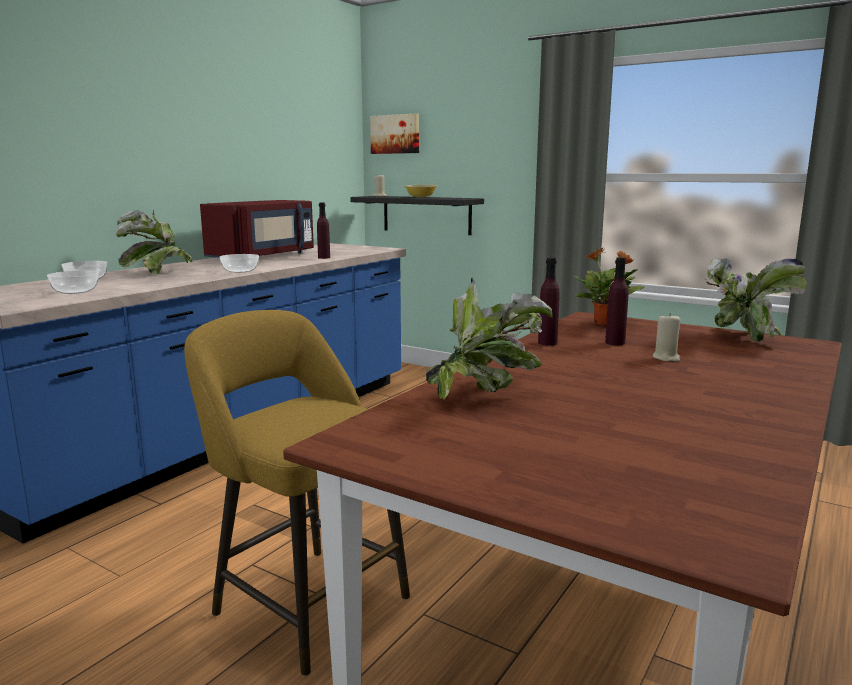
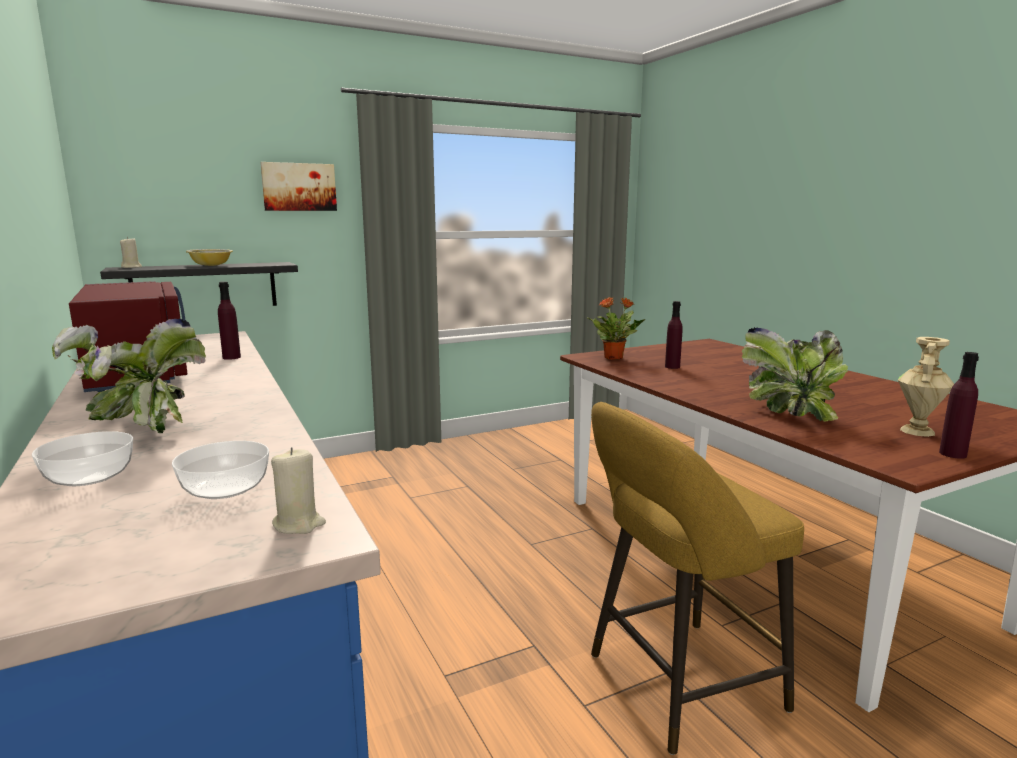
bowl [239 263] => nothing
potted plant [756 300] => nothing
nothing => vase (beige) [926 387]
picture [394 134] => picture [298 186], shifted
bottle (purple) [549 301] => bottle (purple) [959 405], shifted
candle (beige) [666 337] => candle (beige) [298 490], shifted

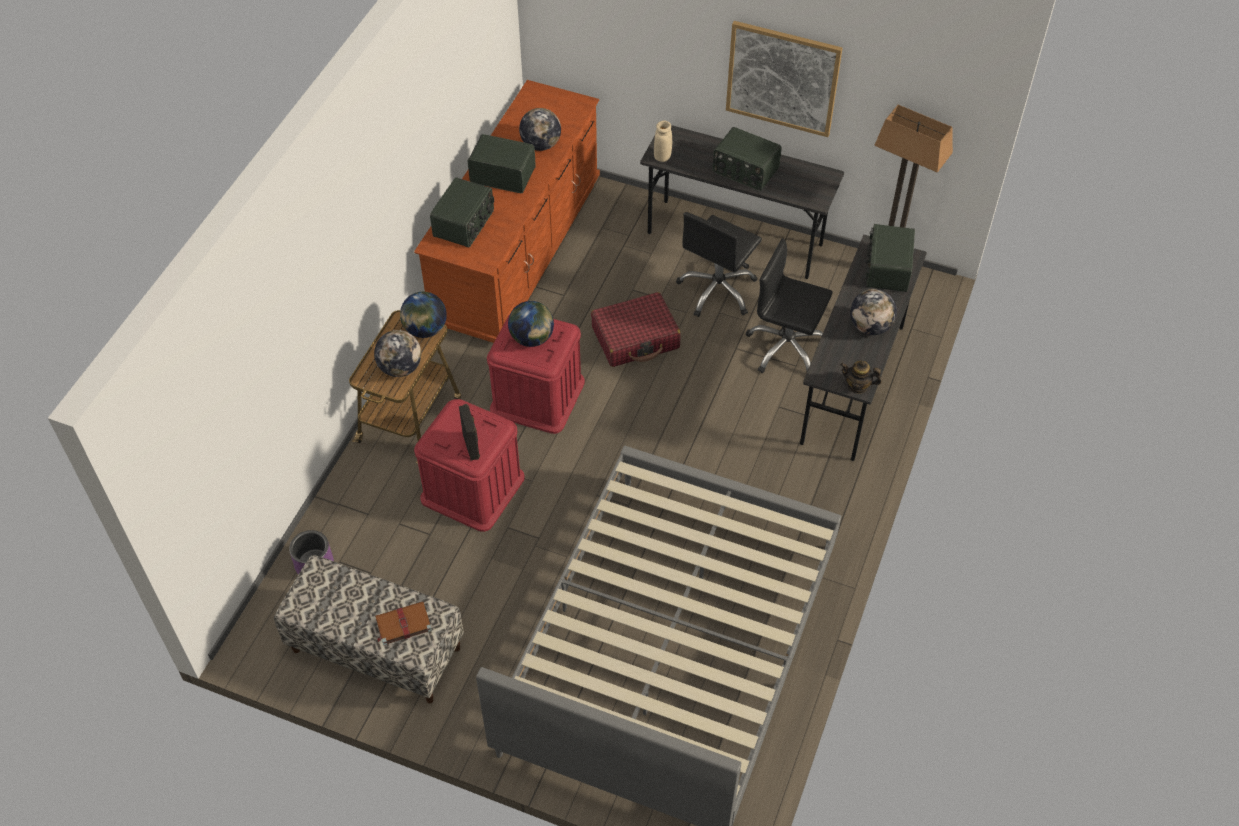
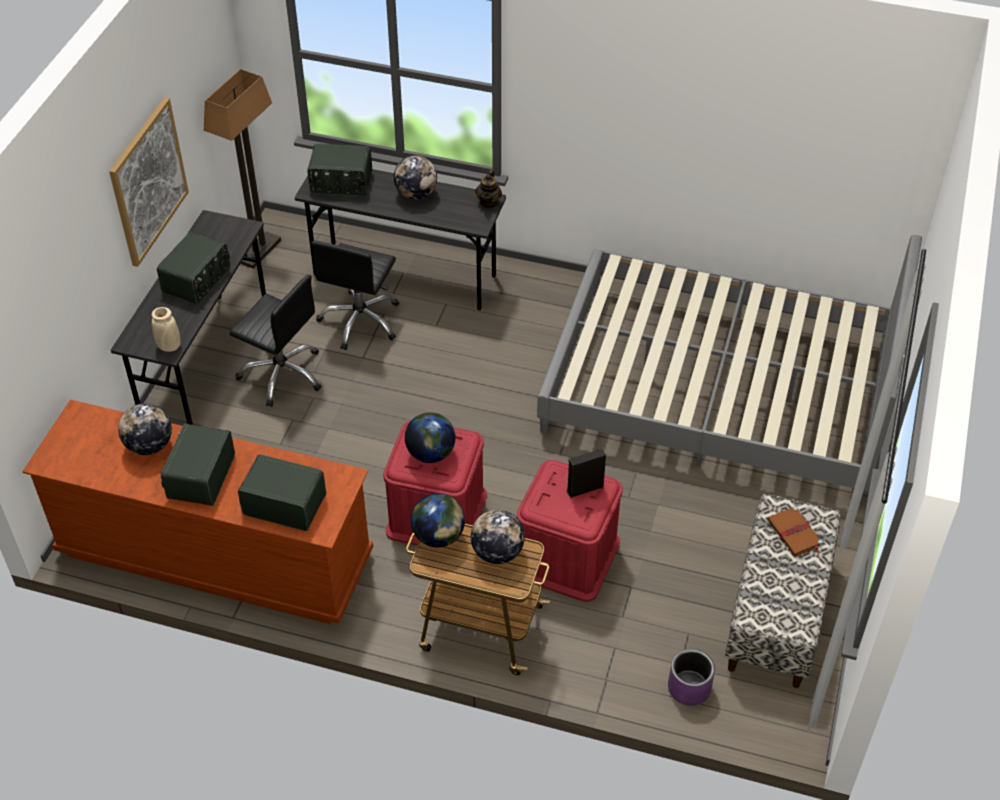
suitcase (red) [636 329] => nothing

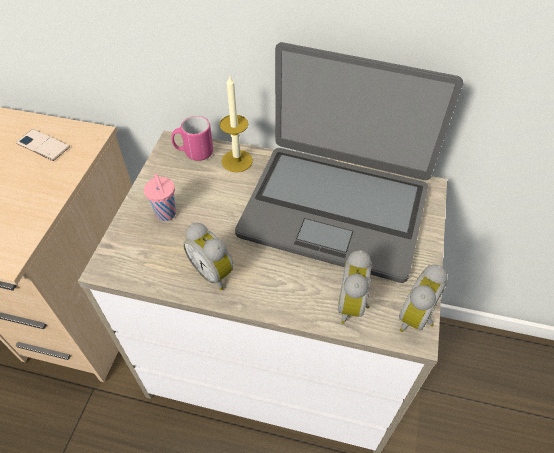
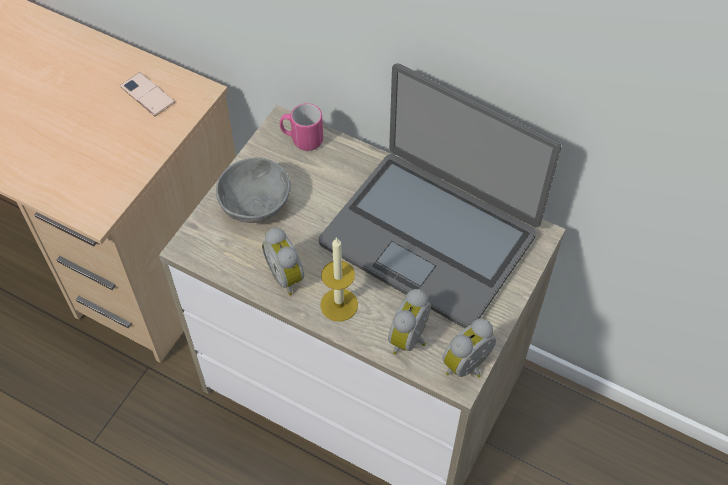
candle [236 123] => candle [339 279], shifted
cup (pink) [160 197] => bowl (grey) [253 190]

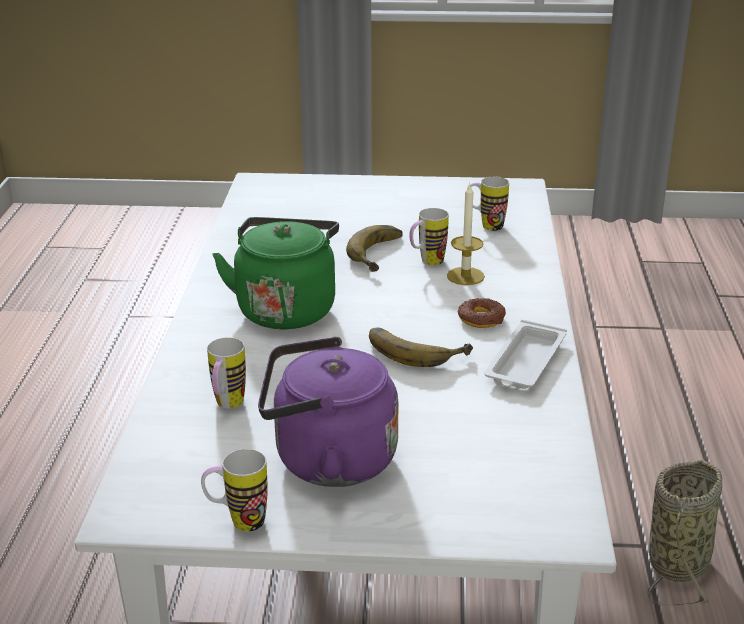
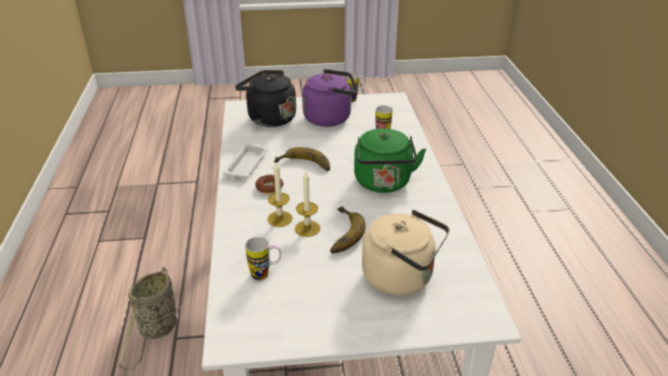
nothing => kettle (black) [265 98]
nothing => kettle (beige) [406 253]
mug [429 236] => candle [307 204]

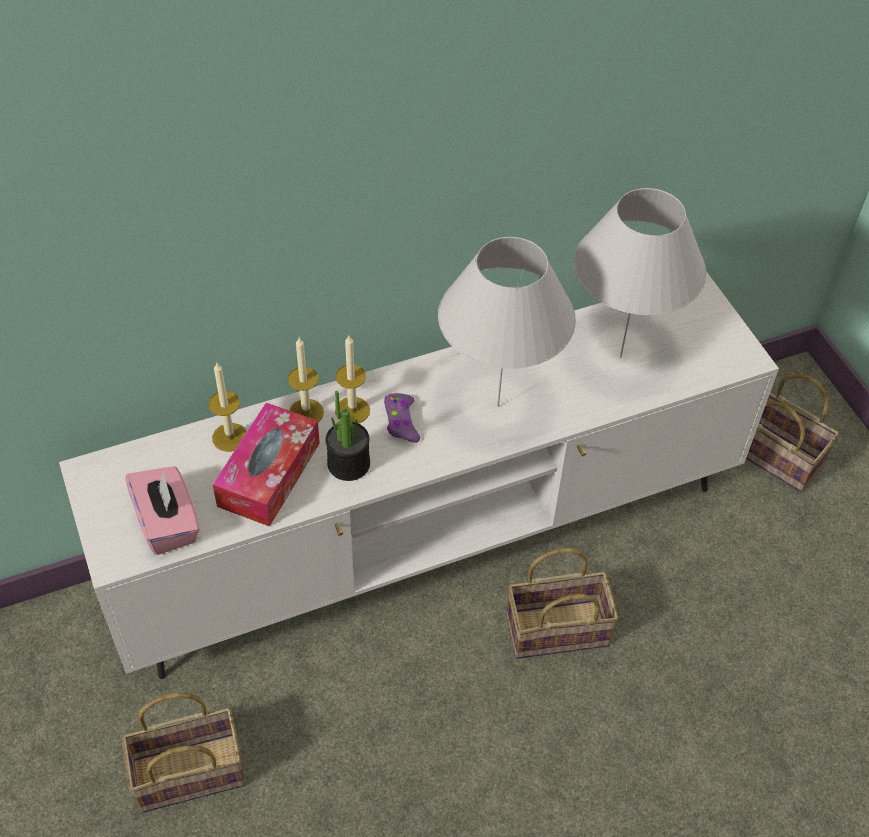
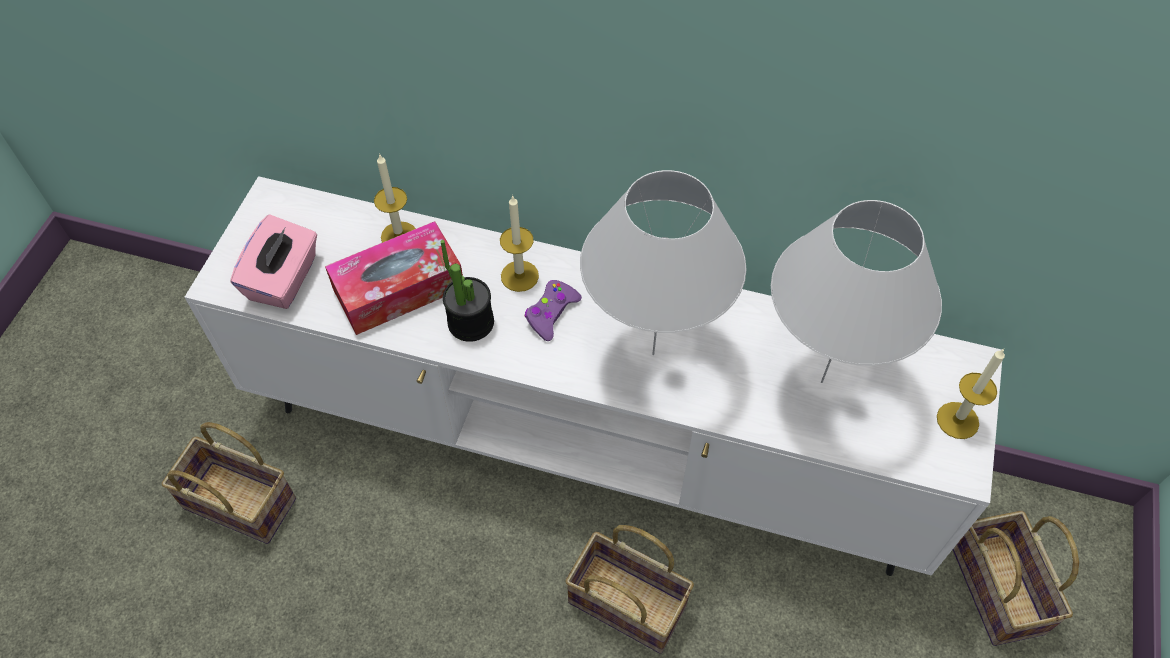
candle [306 380] => candle [971 394], shifted

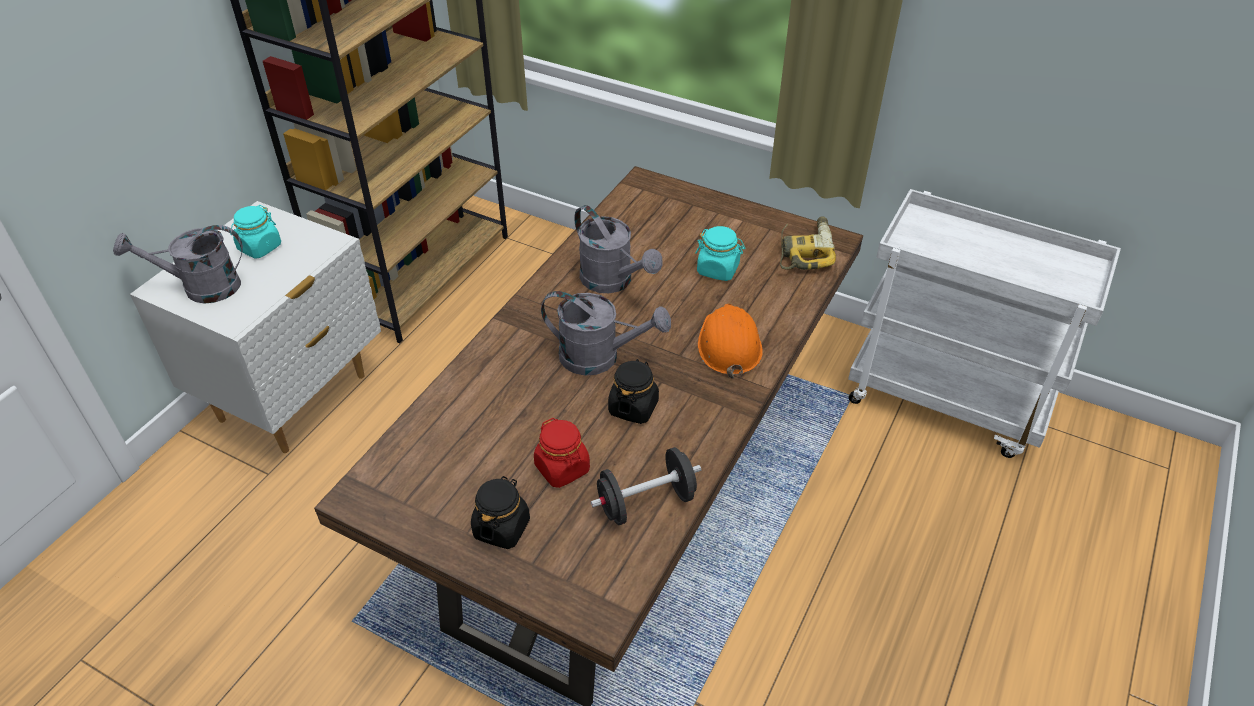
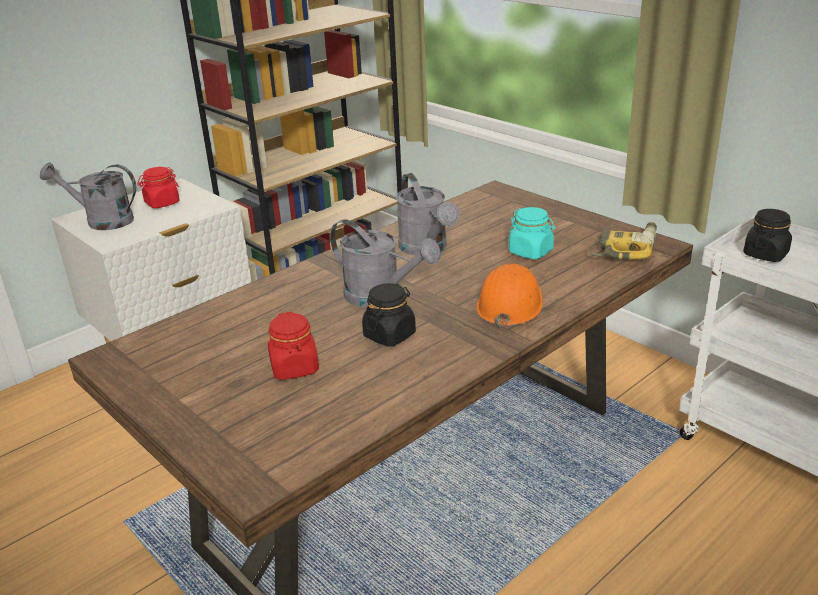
dumbbell (black) [646 486] => nothing
jar (black) [500 512] => jar (black) [767 235], shifted
jar (turquoise) [256 232] => jar (red) [158 187]

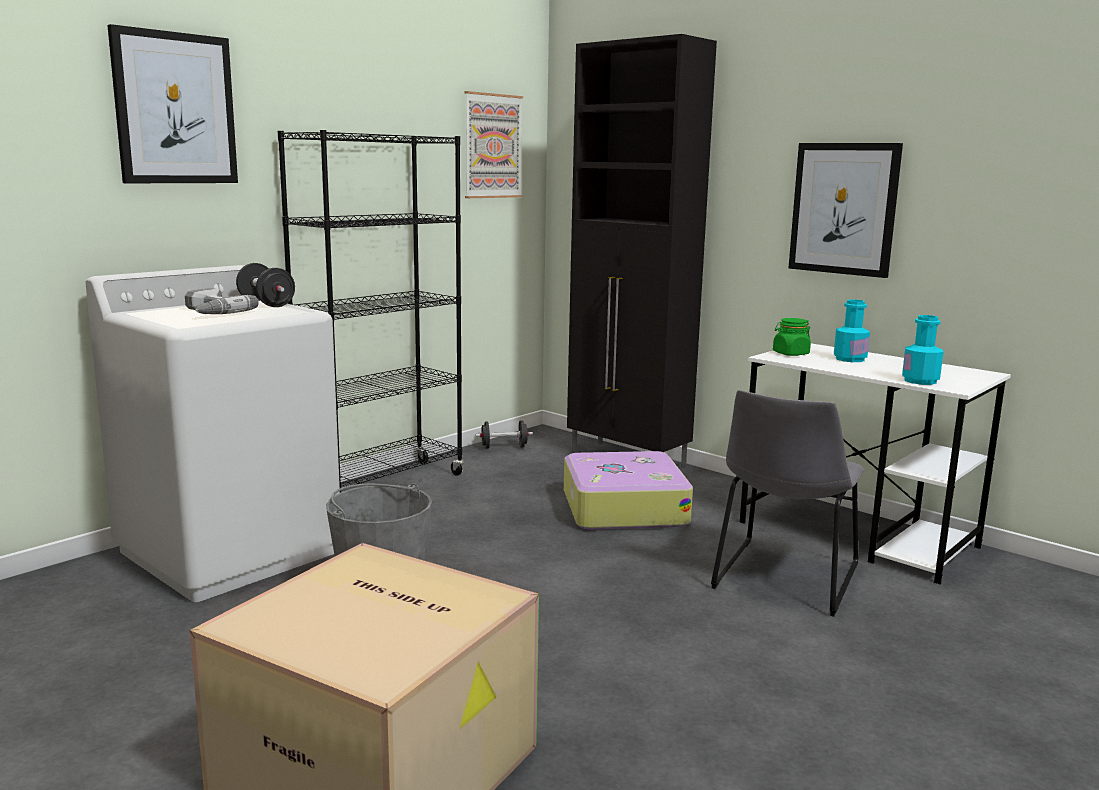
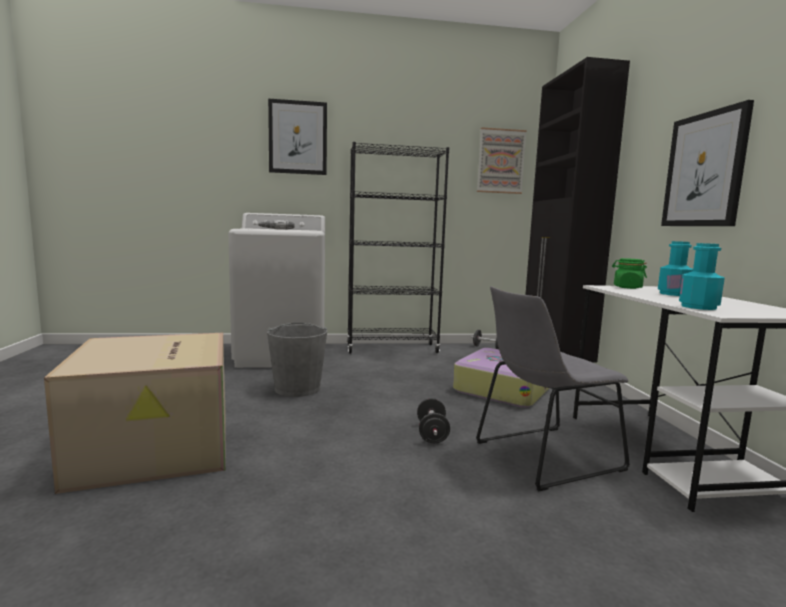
dumbbell (black) [265 285] => dumbbell (black) [433 420], shifted

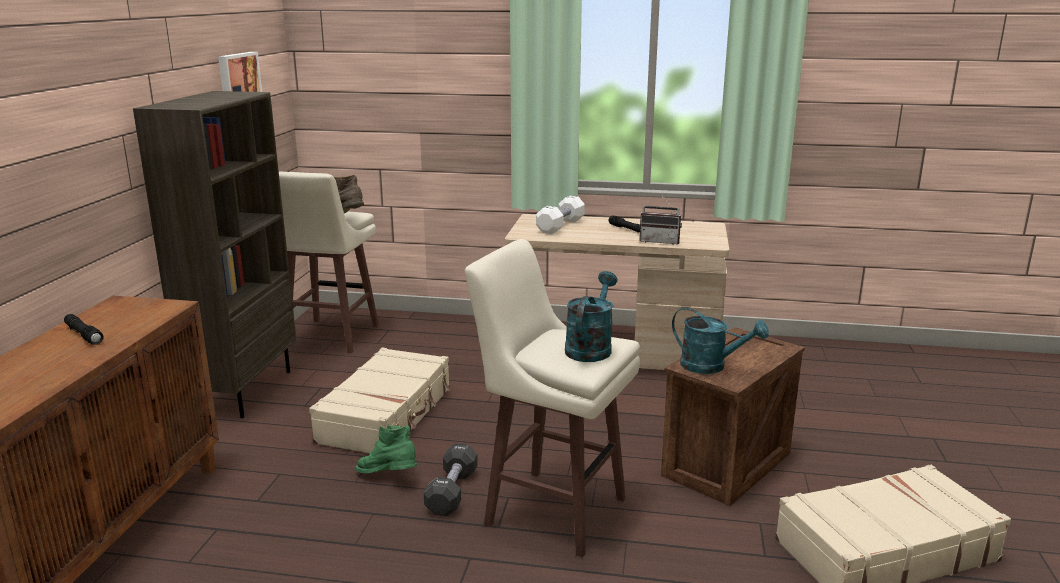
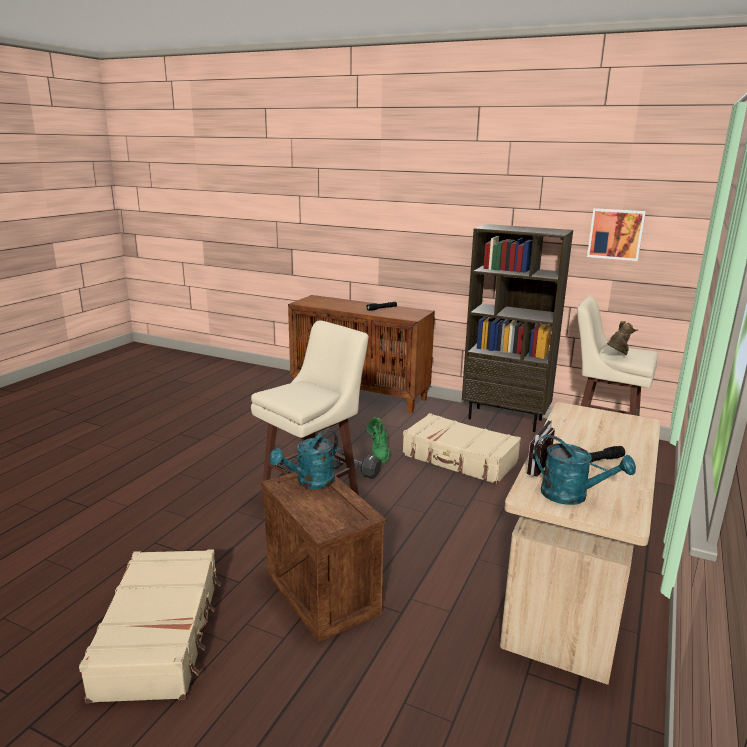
dumbbell (white) [560 215] => nothing
watering can (turquoise) [591 316] => watering can (turquoise) [585 470], shifted
boot (green) [386 448] => boot (green) [378 440], 135 degrees clockwise

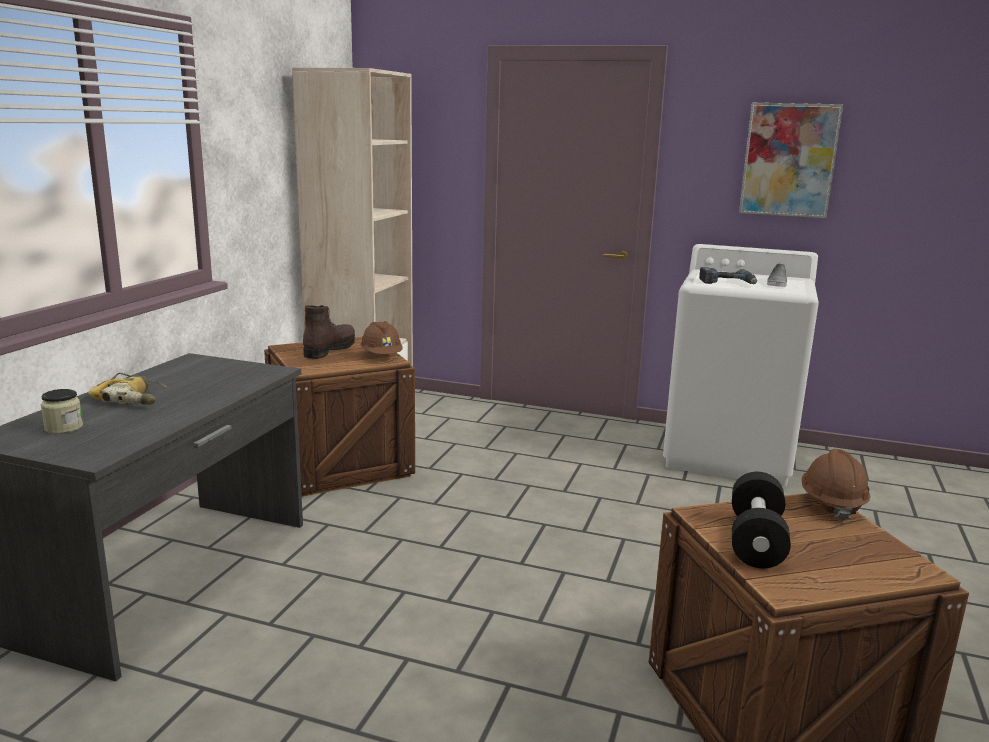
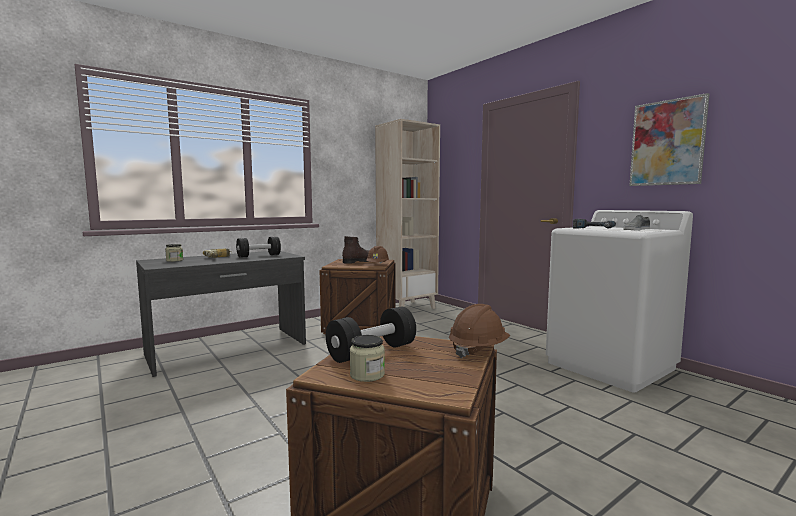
nothing => dumbbell (black) [258 247]
nothing => jar [367 358]

